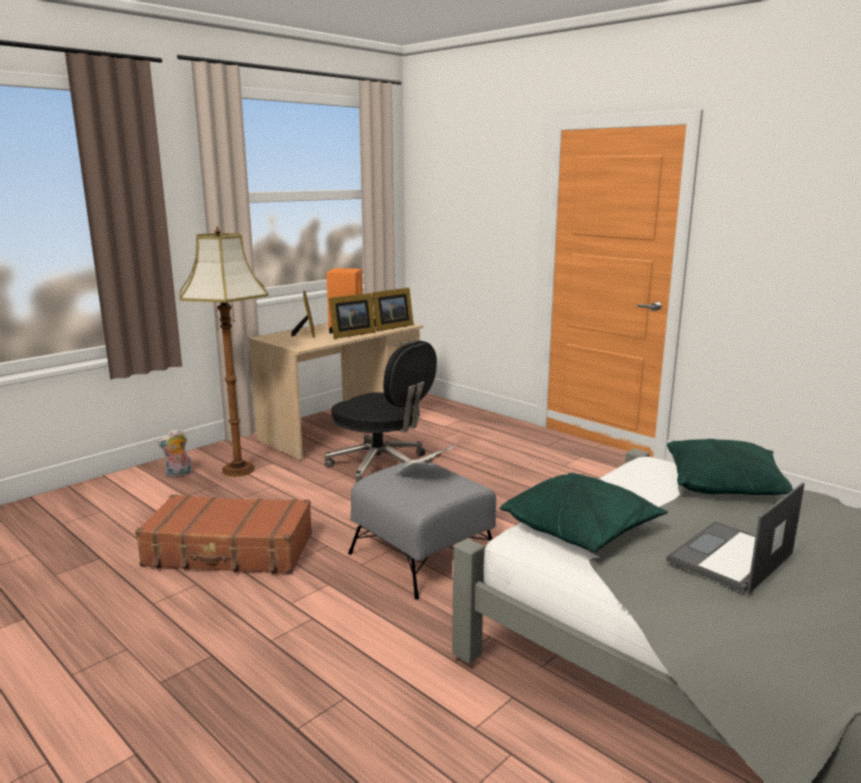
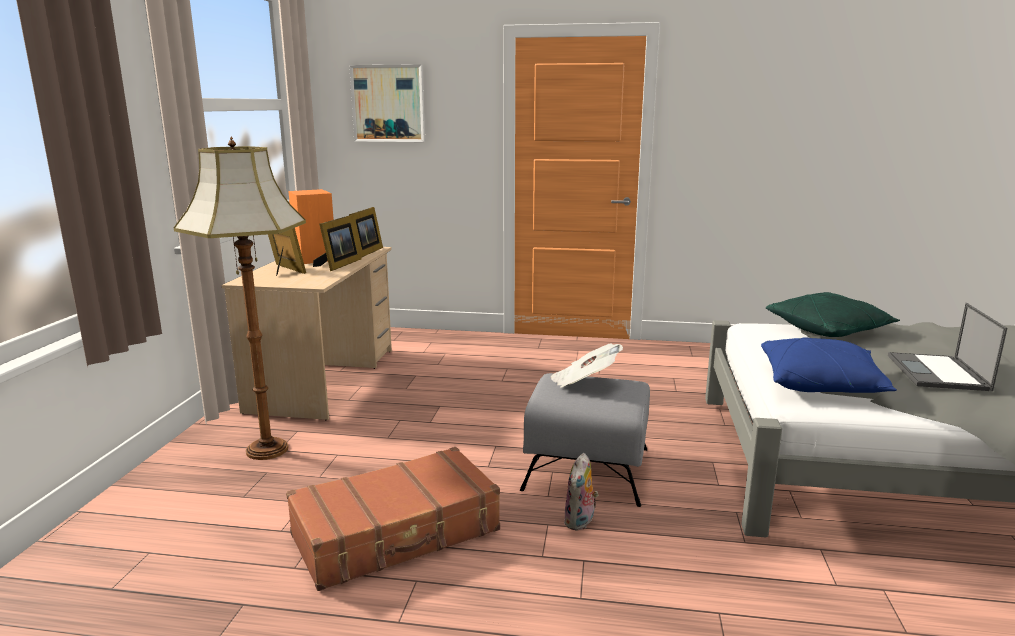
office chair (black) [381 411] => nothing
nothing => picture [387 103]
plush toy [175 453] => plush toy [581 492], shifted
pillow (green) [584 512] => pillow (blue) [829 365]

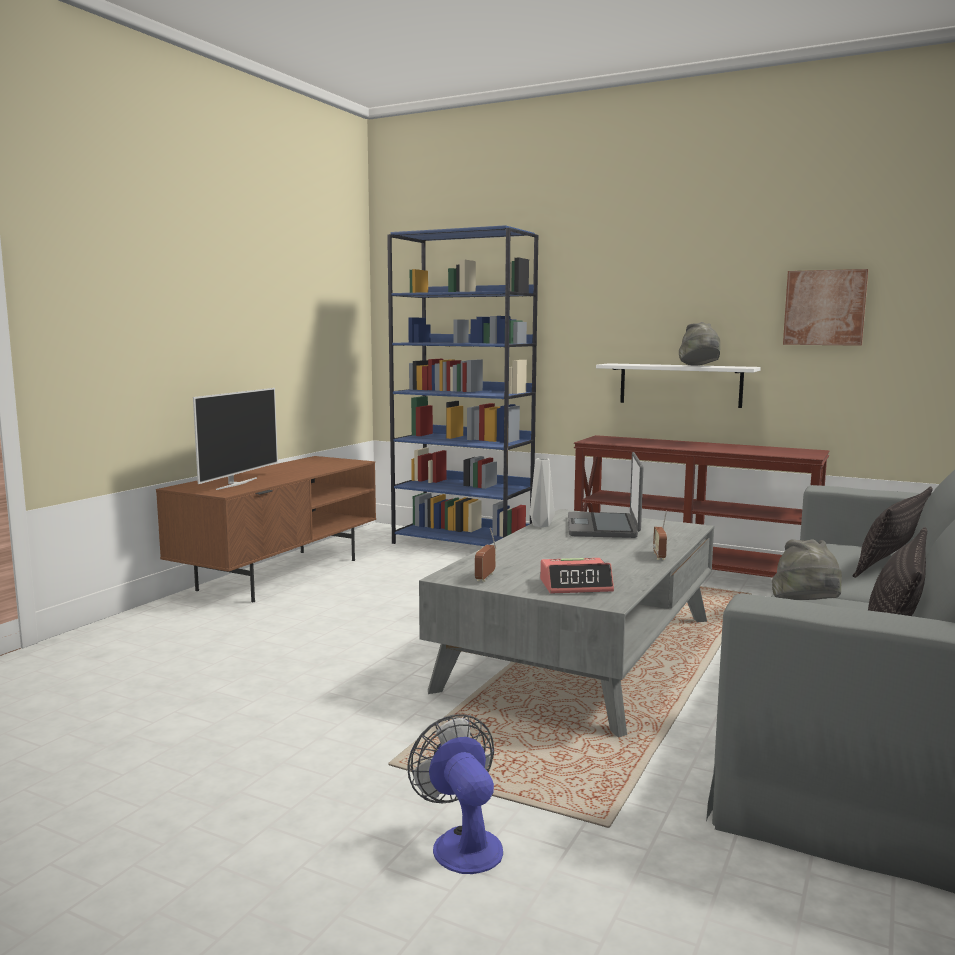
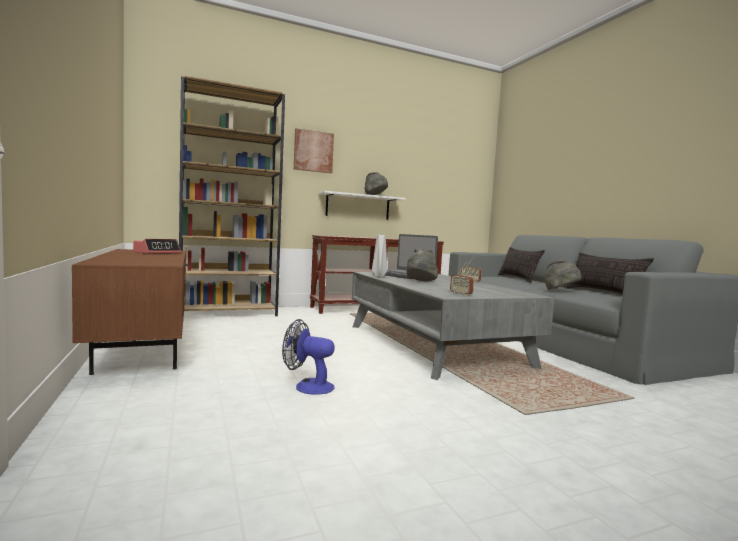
television [235 439] => nothing
nothing => hat (grey) [422 264]
fan [455 794] => fan [308 357], shifted
alarm clock [577 576] => alarm clock [157 246], shifted
picture [825 307] => picture [314 150], shifted
bookcase (blue) [462 385] => bookcase (brown) [232 195]

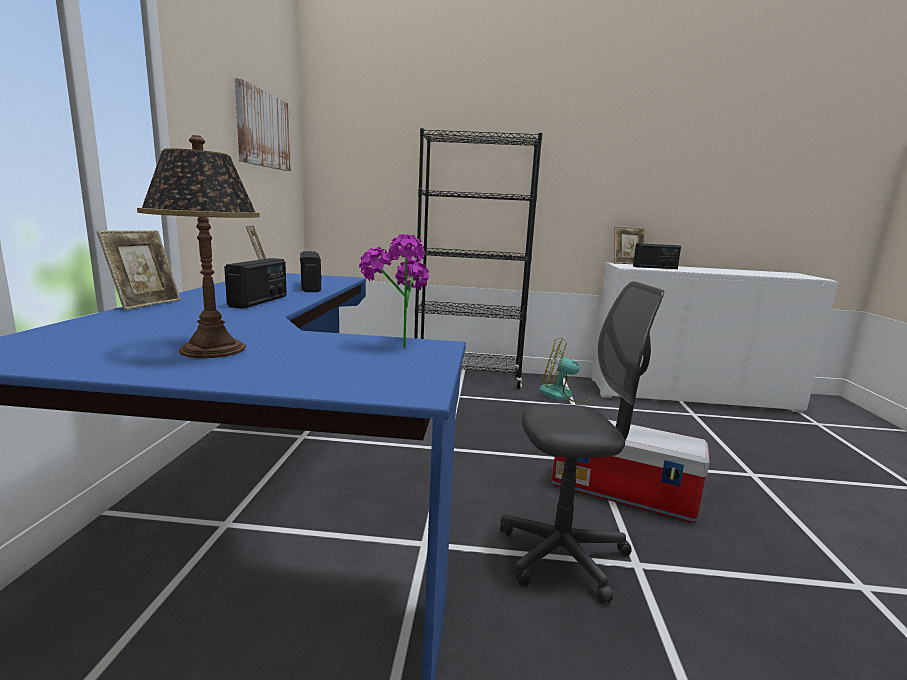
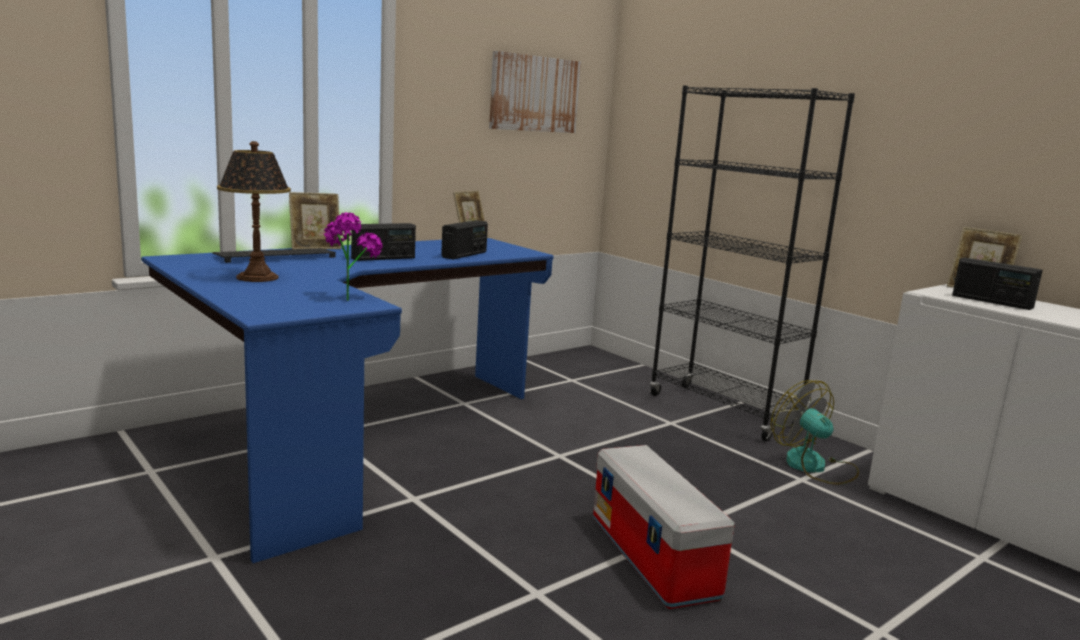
office chair (grey) [582 442] => nothing
nothing => keyboard [274 255]

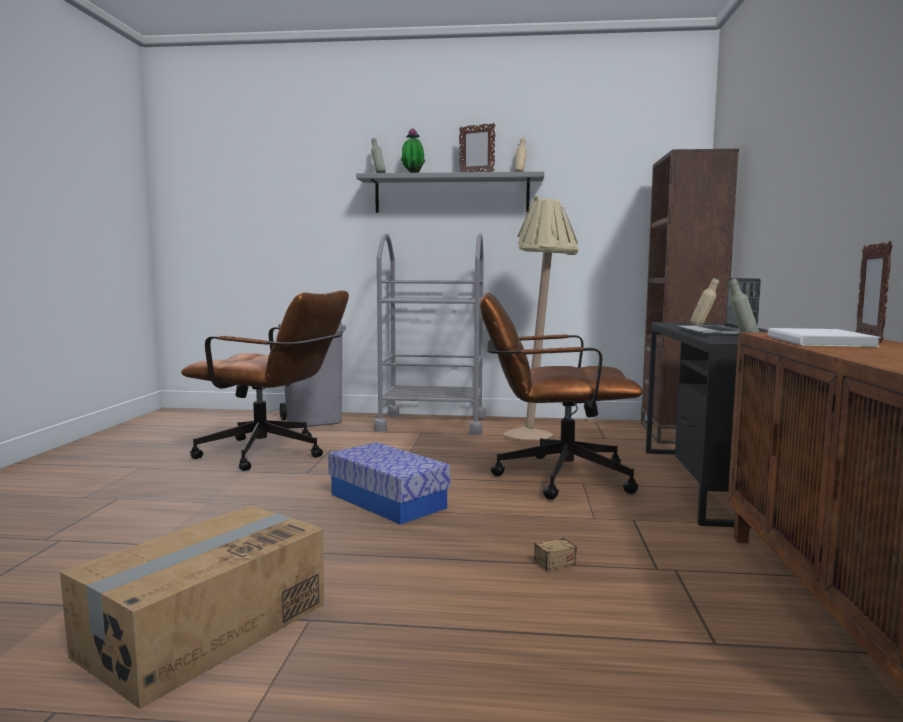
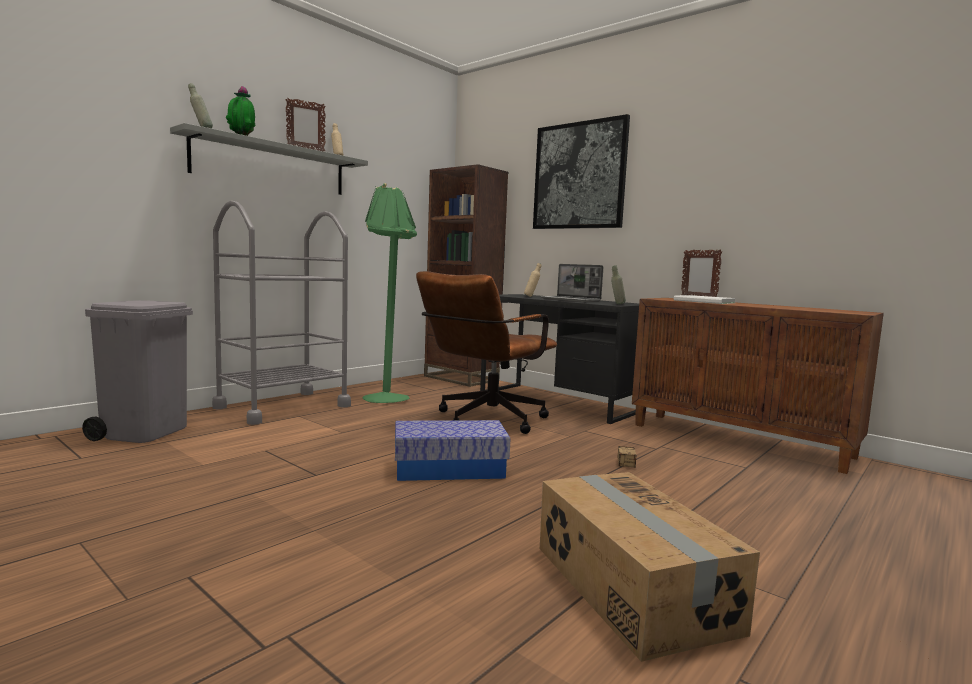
office chair (brown) [265 380] => nothing
nothing => picture [581 171]
floor lamp (beige) [541 317] => floor lamp (green) [389 293]

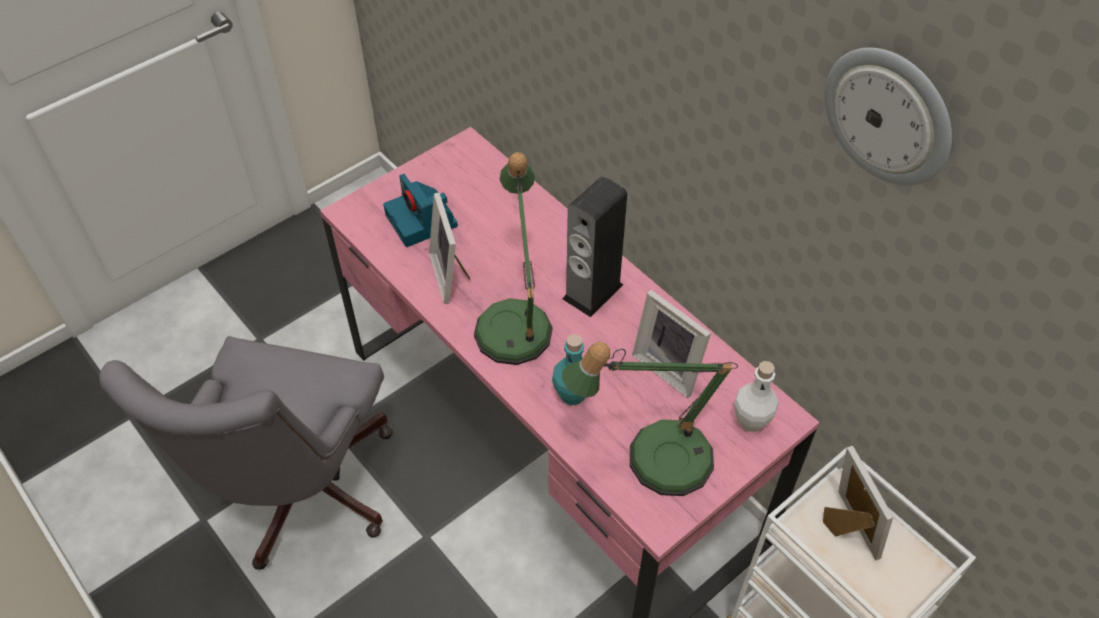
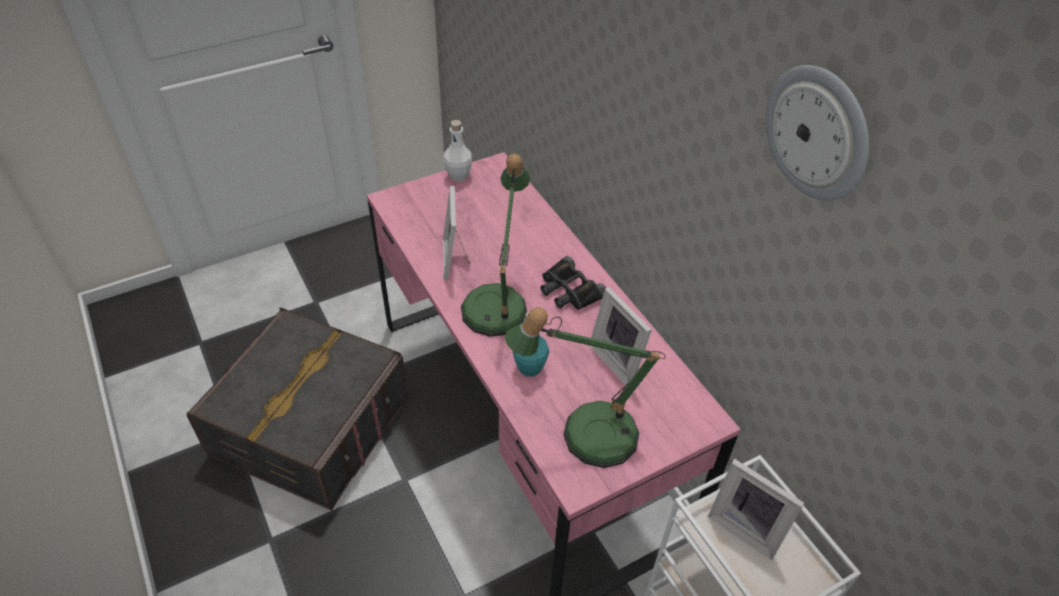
photo camera [420 210] => nothing
bottle (white) [756 396] => bottle (white) [458 151], shifted
office chair (grey) [246 453] => storage box (grey) [297 409]
speaker [594 246] => binoculars (black) [573 283]
picture frame [858 503] => picture frame [756 509], 135 degrees clockwise

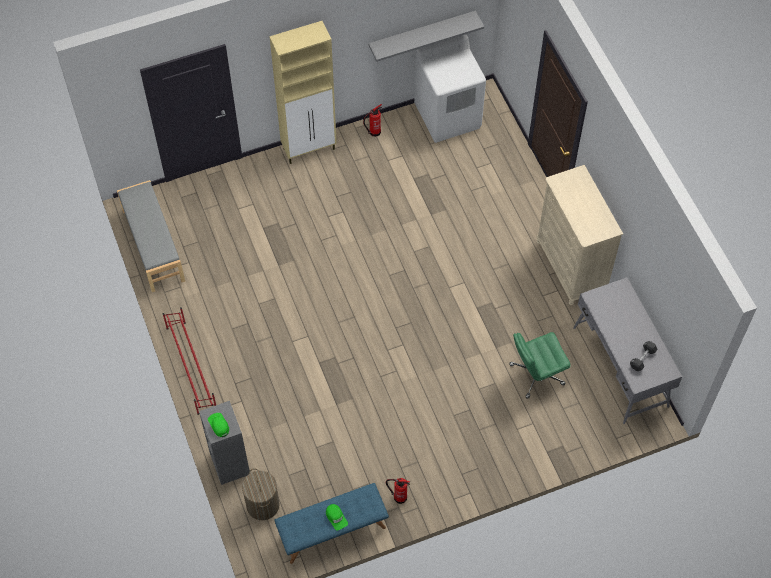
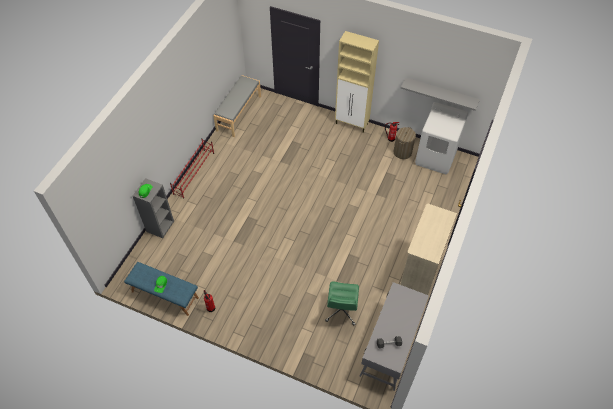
laundry basket [261 494] => laundry basket [405 143], shifted
office chair (green) [539 365] => office chair (green) [342 303], 105 degrees counterclockwise

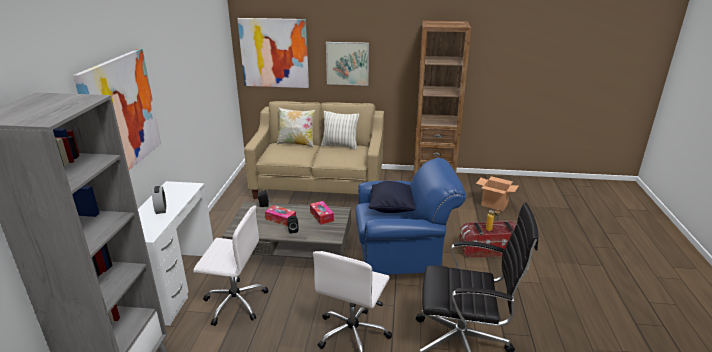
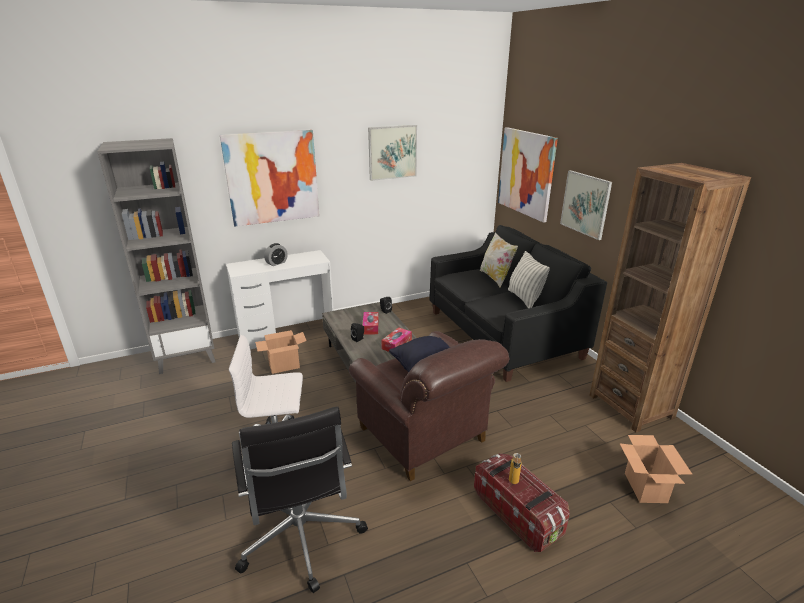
nothing => picture [392 153]
office chair (white) [230 266] => cardboard box [281 352]
sofa (beige) [314 150] => sofa (black) [518 303]
armchair (blue) [410 216] => armchair (brown) [429 406]

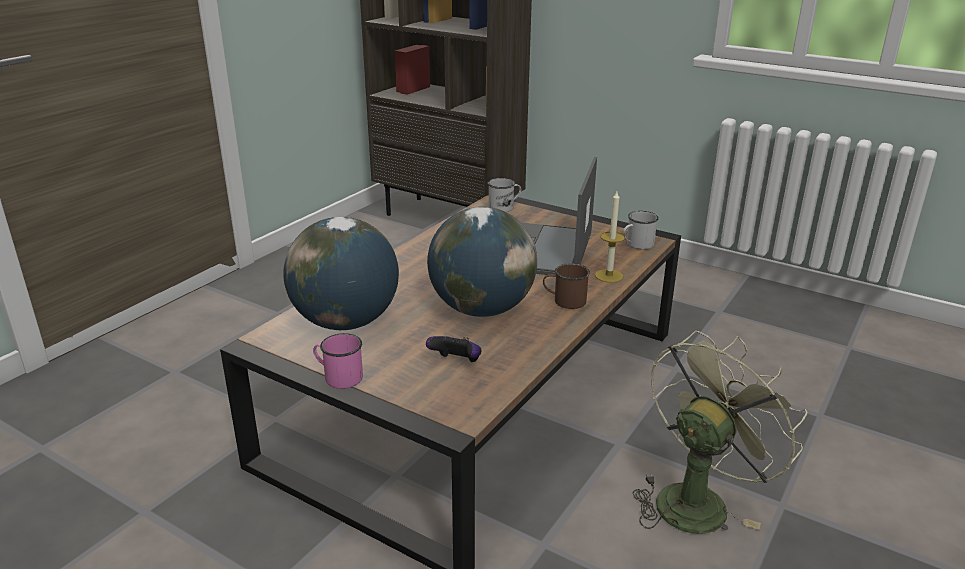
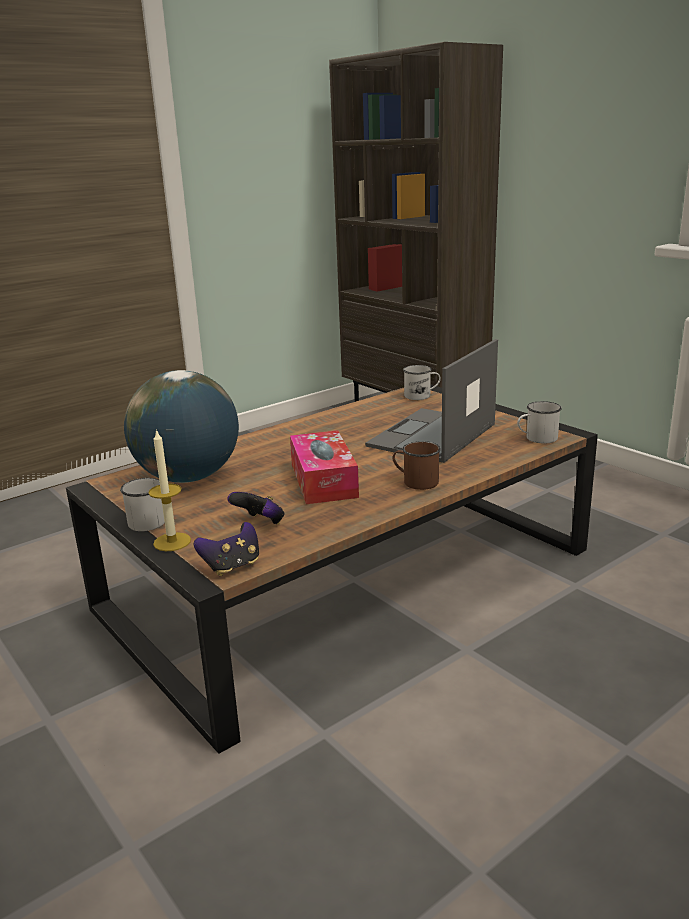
fan (green) [720 432] => nothing
nothing => game controller [226 549]
candle [610 237] => candle [169 490], shifted
globe [482 262] => tissue box [324 467]
mug (pink) [338 361] => mug (white) [142 504]

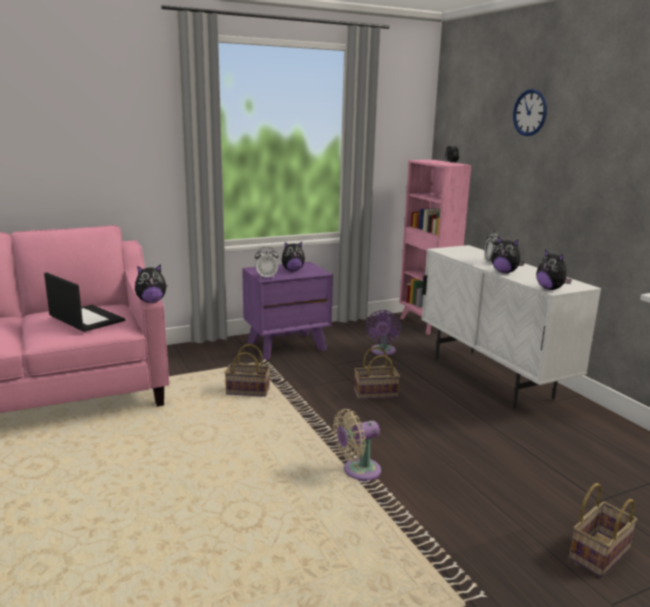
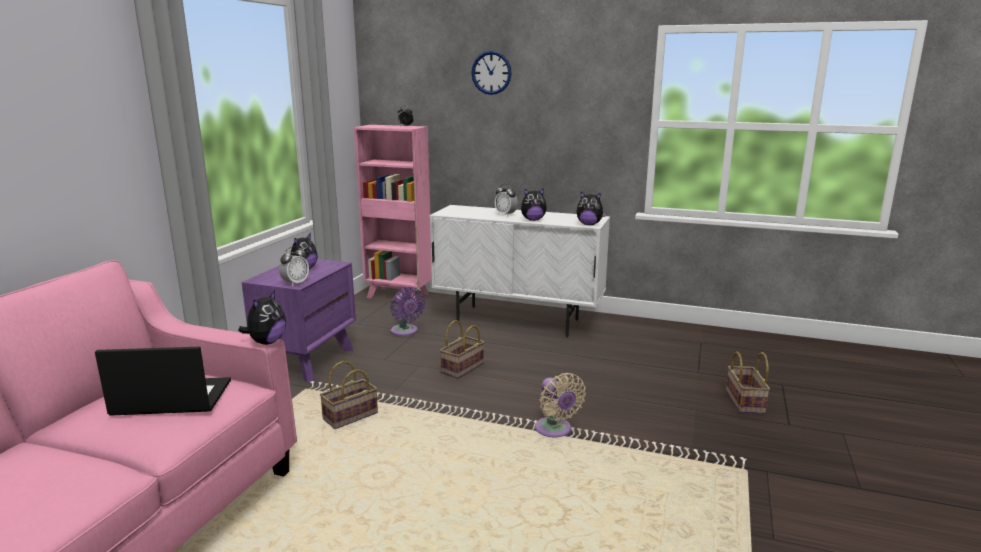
fan (beige) [357 445] => fan (beige) [560 405], 45 degrees counterclockwise

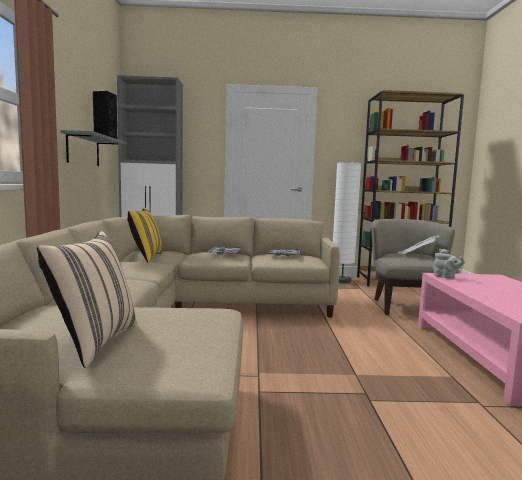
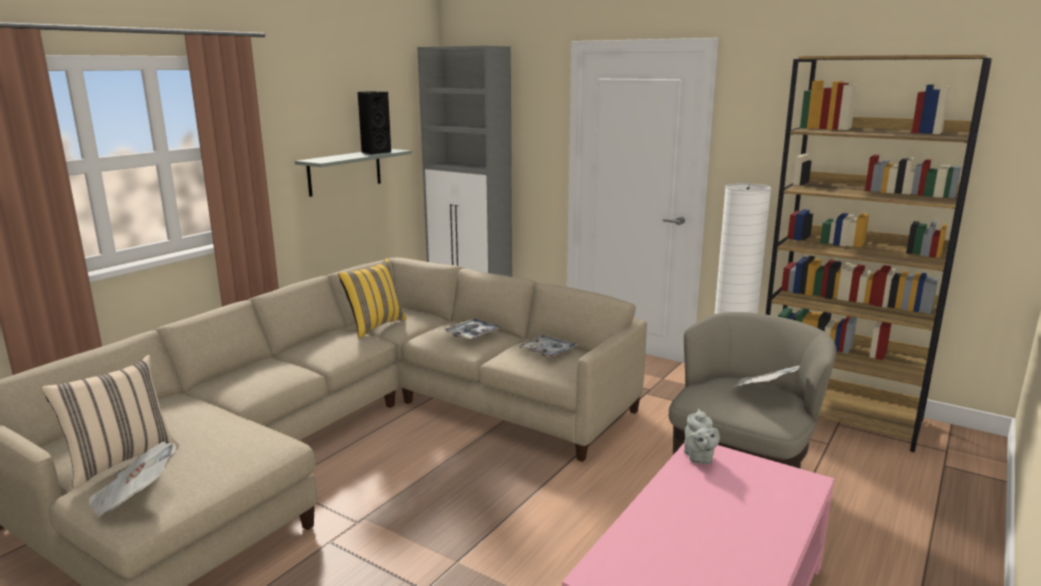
nothing => newspaper [132 480]

